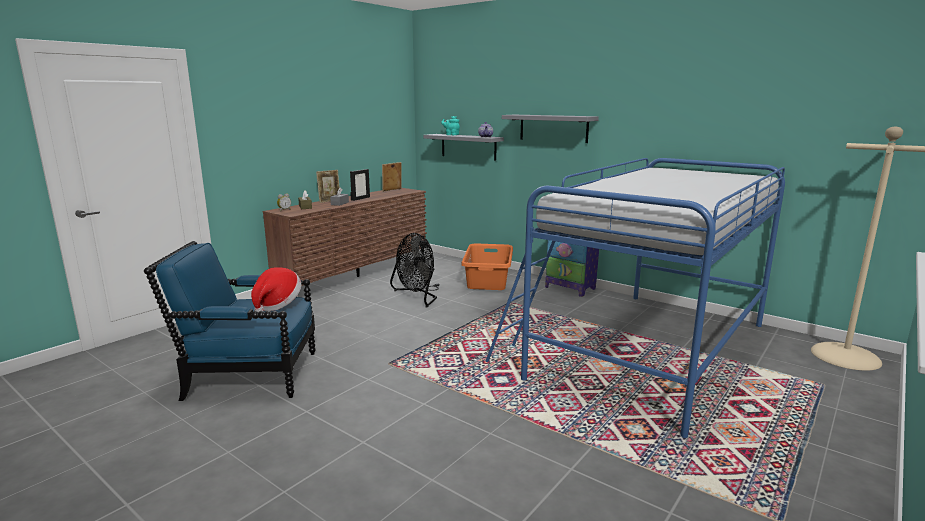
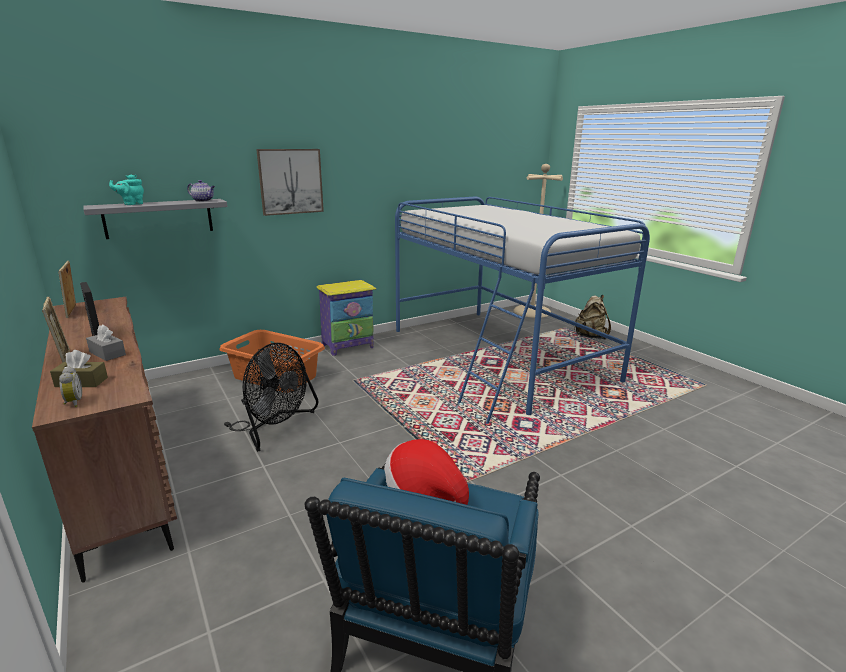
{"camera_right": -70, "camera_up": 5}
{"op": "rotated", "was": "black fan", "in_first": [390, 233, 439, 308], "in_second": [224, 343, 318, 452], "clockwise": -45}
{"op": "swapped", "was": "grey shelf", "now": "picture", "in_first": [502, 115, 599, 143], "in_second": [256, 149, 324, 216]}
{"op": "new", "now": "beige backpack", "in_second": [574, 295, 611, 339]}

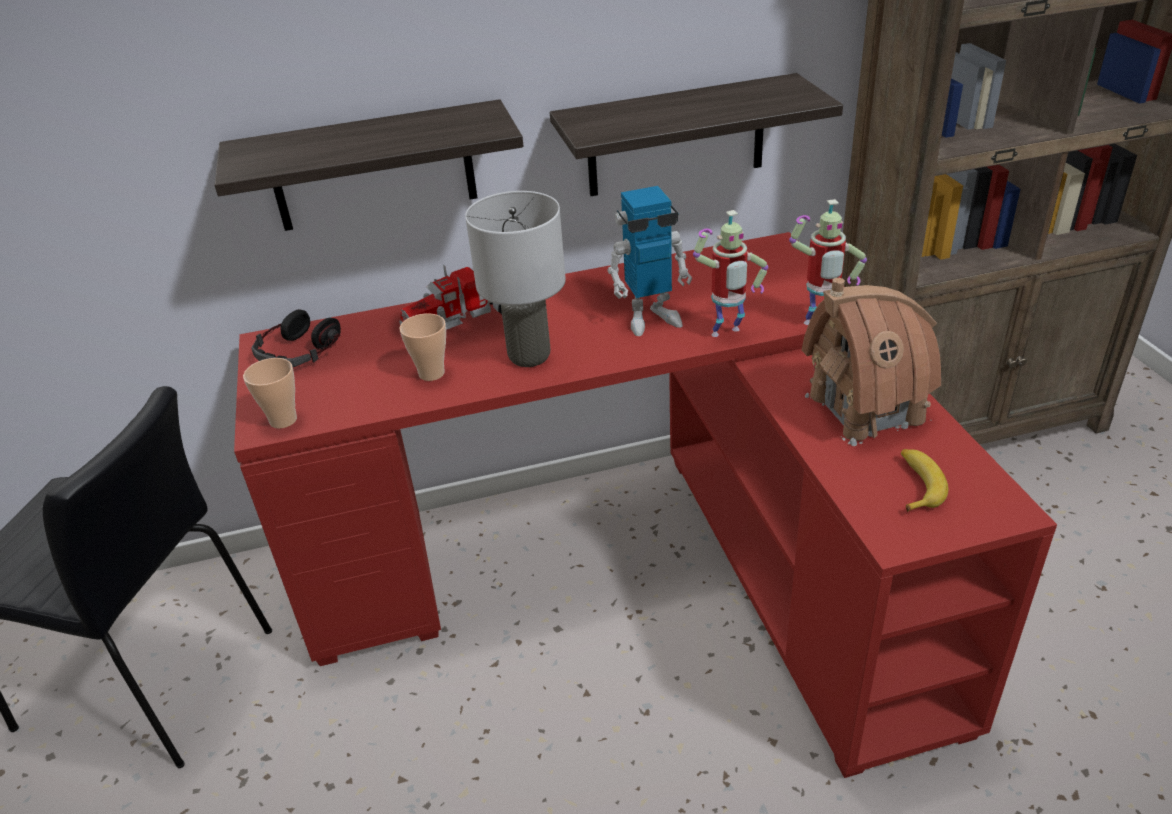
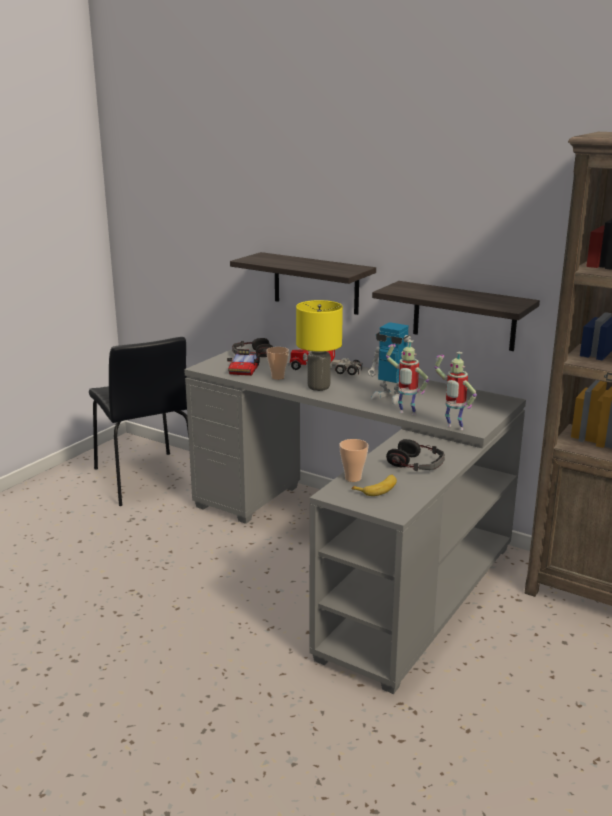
{"camera_right": 45, "camera_up": -15}
{"op": "repainted", "was": "red desk", "now": "grey desk", "in_first": [234, 232, 1057, 778], "in_second": [184, 344, 526, 694]}
{"op": "new", "now": "toy car", "in_second": [227, 349, 260, 376]}
{"op": "repainted", "was": "white table lamp", "now": "yellow table lamp", "in_first": [465, 191, 566, 367], "in_second": [296, 300, 343, 391]}
{"op": "shifted", "was": "cup", "in_first": [243, 358, 297, 429], "in_second": [339, 439, 368, 482]}
{"op": "swapped", "was": "toy house", "now": "headphones", "in_first": [801, 278, 941, 446], "in_second": [386, 439, 445, 472]}

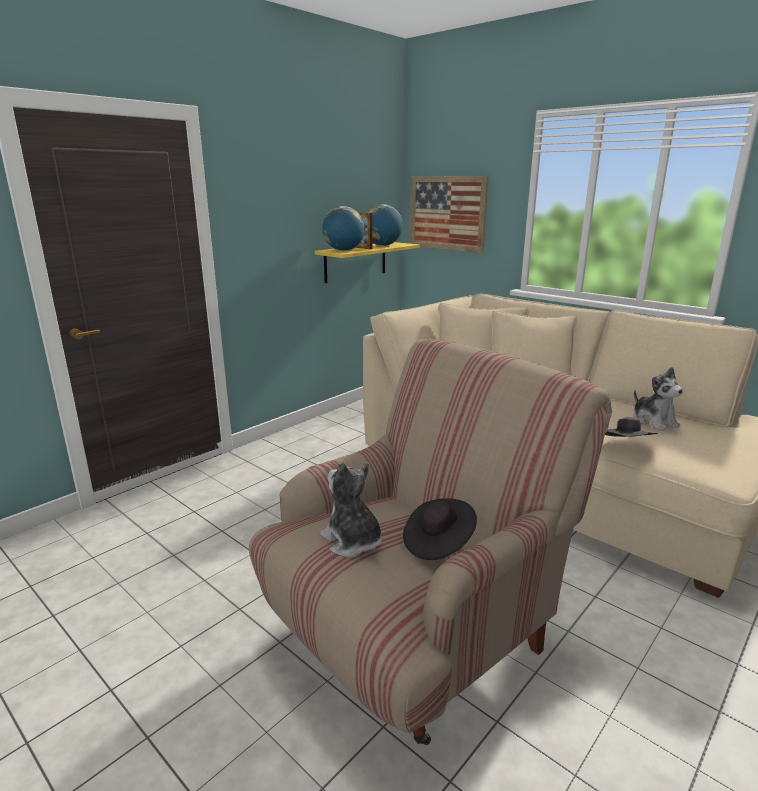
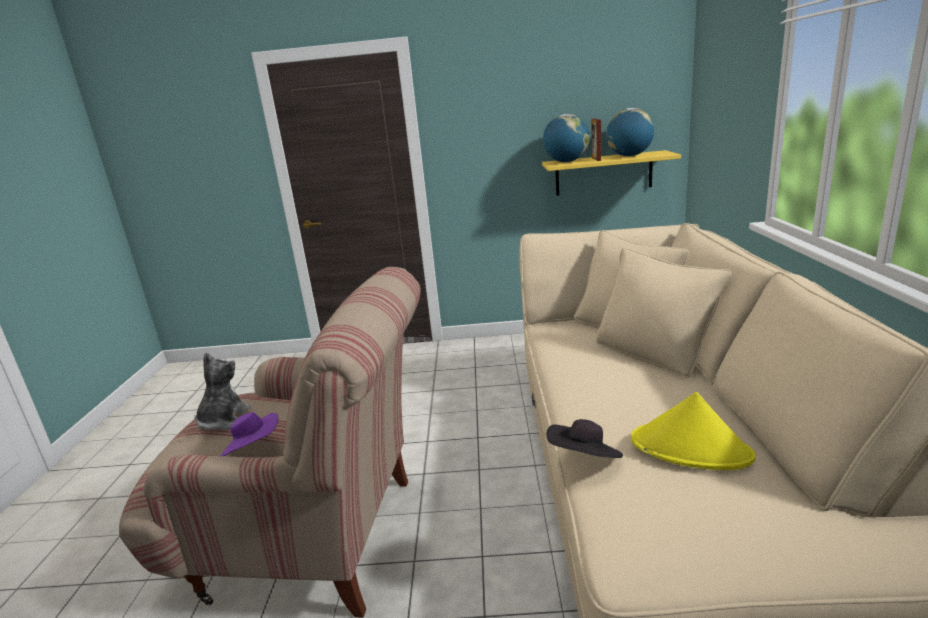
{"camera_right": 50, "camera_up": 0}
{"op": "repainted", "was": "black hat", "now": "purple hat", "in_first": [403, 498, 477, 560], "in_second": [220, 412, 278, 456]}
{"op": "swapped", "was": "plush toy", "now": "yellow hat", "in_first": [633, 367, 683, 431], "in_second": [631, 392, 756, 470]}
{"op": "gone", "was": "picture", "in_first": [410, 176, 488, 253]}

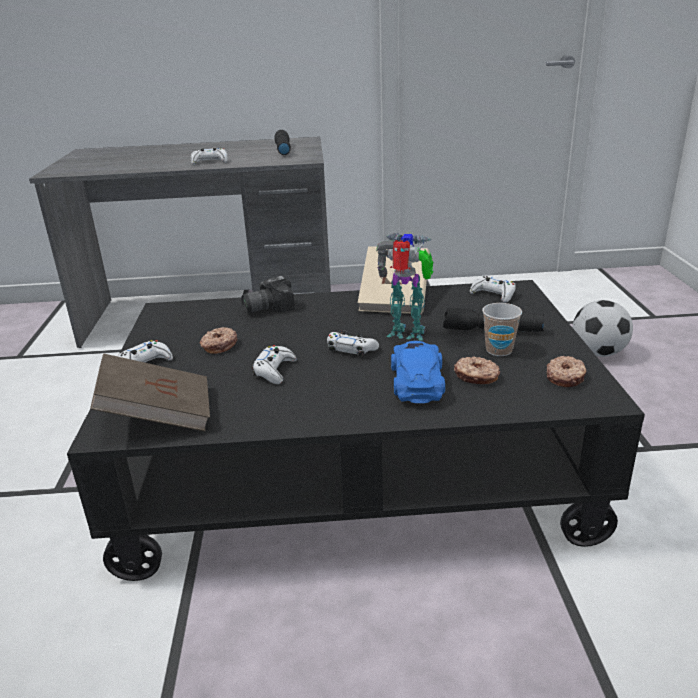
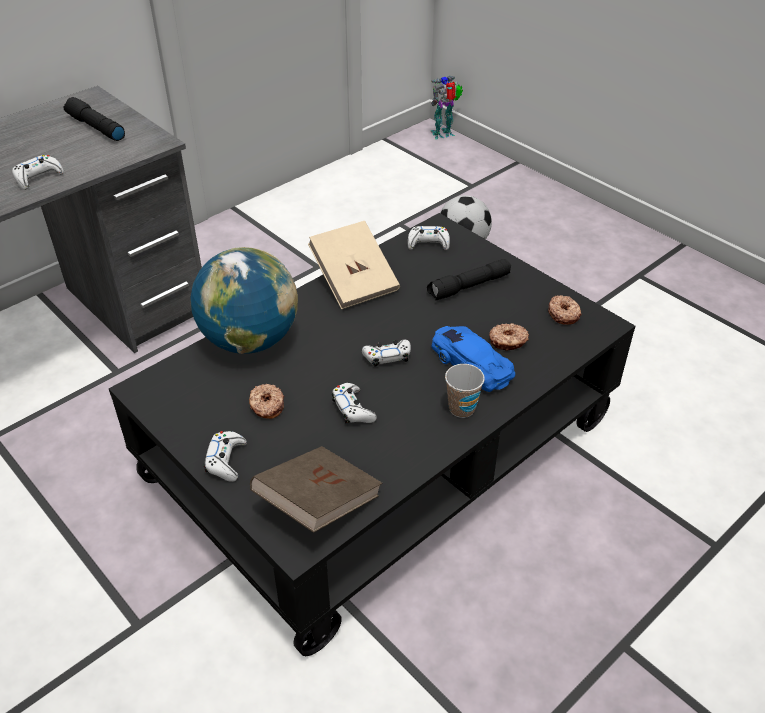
{"camera_right": -40, "camera_up": 15}
{"op": "swapped", "was": "photo camera", "now": "globe", "in_first": [241, 276, 295, 313], "in_second": [190, 247, 298, 354]}
{"op": "shifted", "was": "toy robot", "in_first": [376, 233, 434, 341], "in_second": [431, 76, 463, 139]}
{"op": "shifted", "was": "cup", "in_first": [482, 303, 522, 356], "in_second": [445, 364, 485, 418]}

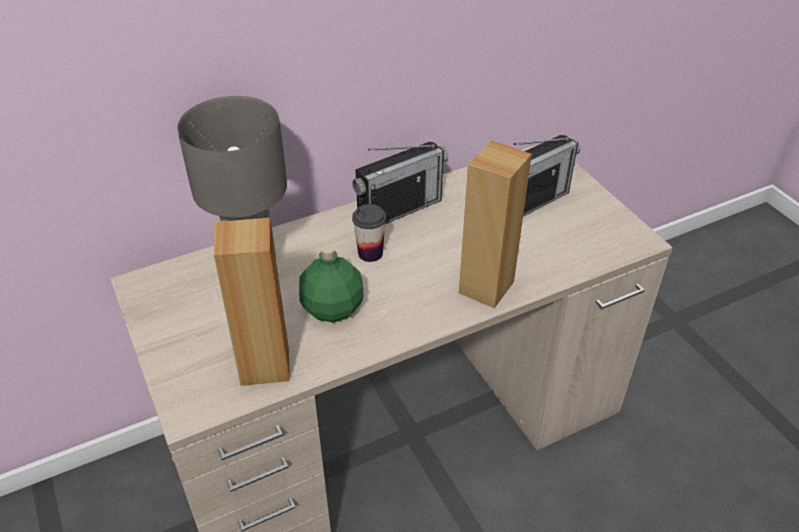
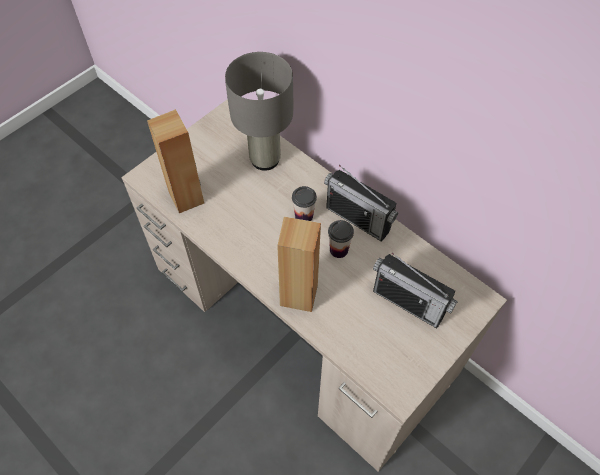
{"camera_right": 70, "camera_up": 15}
{"op": "new", "now": "cup", "in_second": [328, 220, 354, 258]}
{"op": "gone", "was": "green bottle", "in_first": [299, 244, 364, 323]}

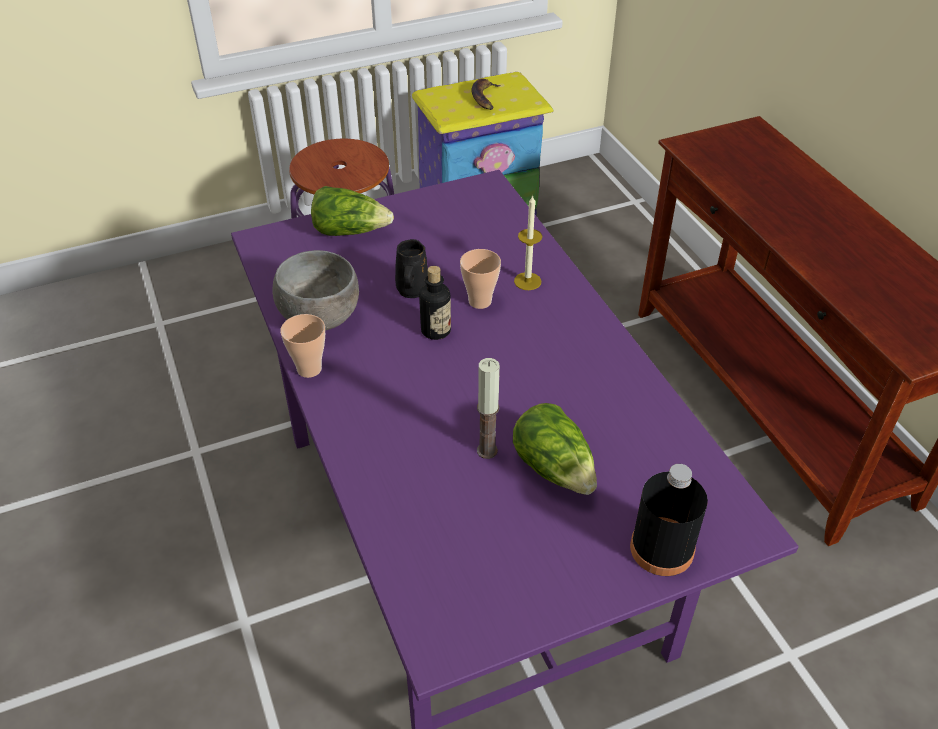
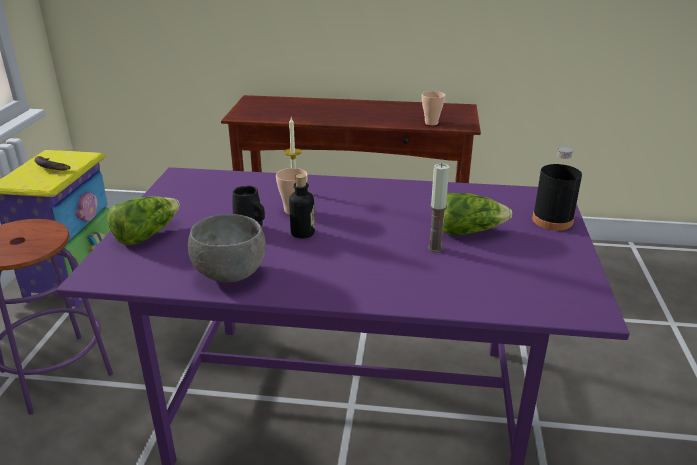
{"camera_right": -60, "camera_up": -15}
{"op": "shifted", "was": "cup", "in_first": [280, 314, 325, 378], "in_second": [422, 91, 445, 125]}

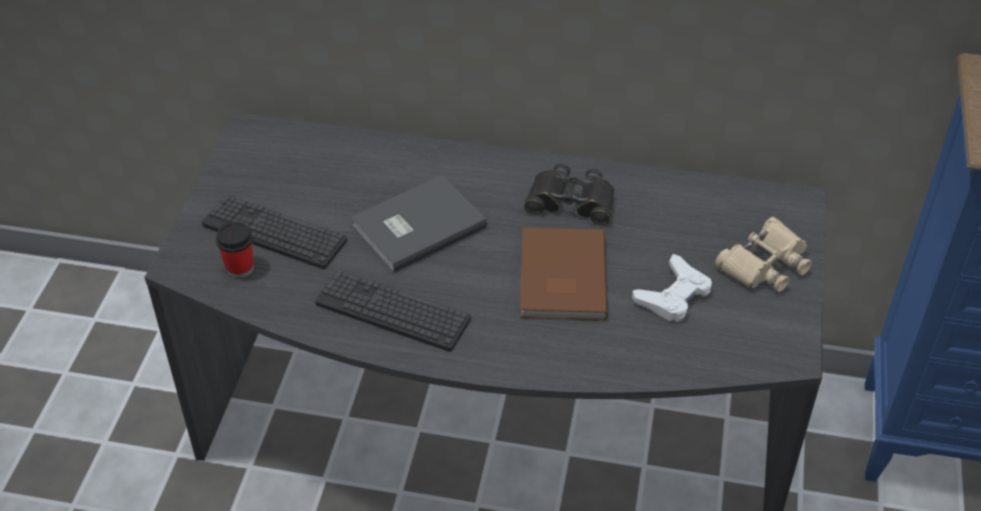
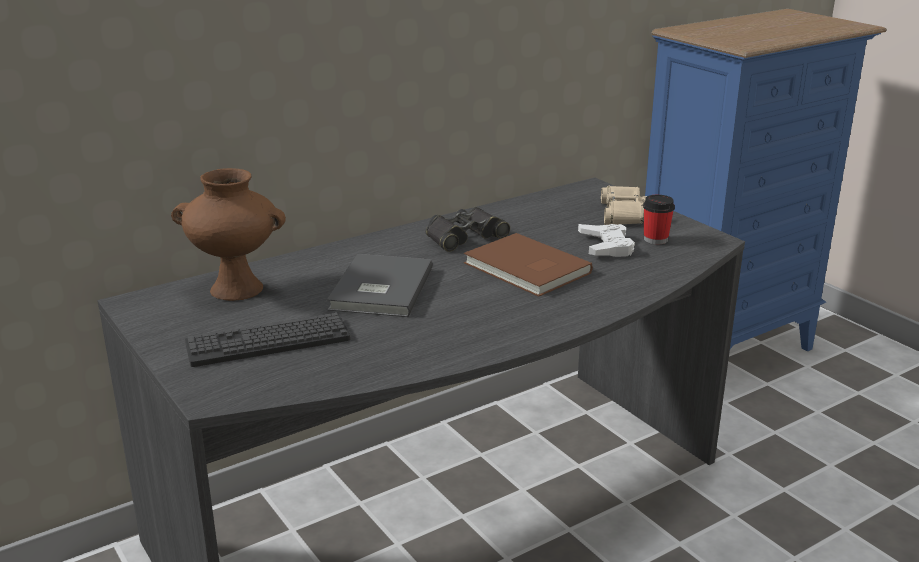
{"camera_right": -45, "camera_up": -20}
{"op": "new", "now": "brown vase", "in_second": [171, 168, 286, 301]}
{"op": "shifted", "was": "cup", "in_first": [216, 222, 254, 278], "in_second": [643, 195, 675, 244]}
{"op": "gone", "was": "keyboard", "in_first": [315, 270, 471, 352]}

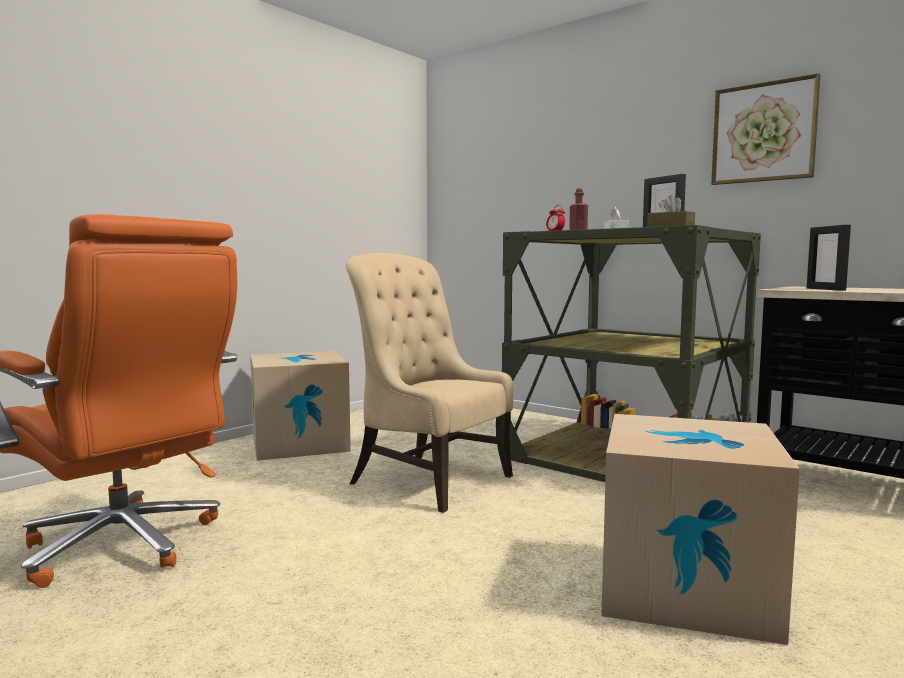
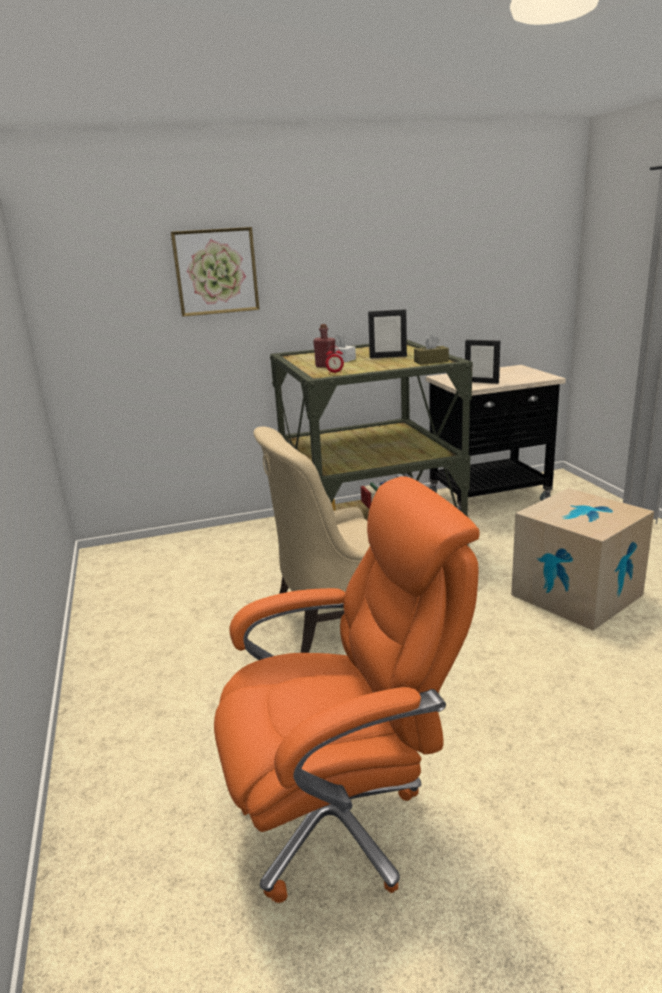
{"camera_right": -55, "camera_up": 15}
{"op": "shifted", "was": "picture", "in_first": [711, 73, 820, 185], "in_second": [171, 227, 260, 317]}
{"op": "gone", "was": "cardboard box", "in_first": [250, 351, 351, 461]}

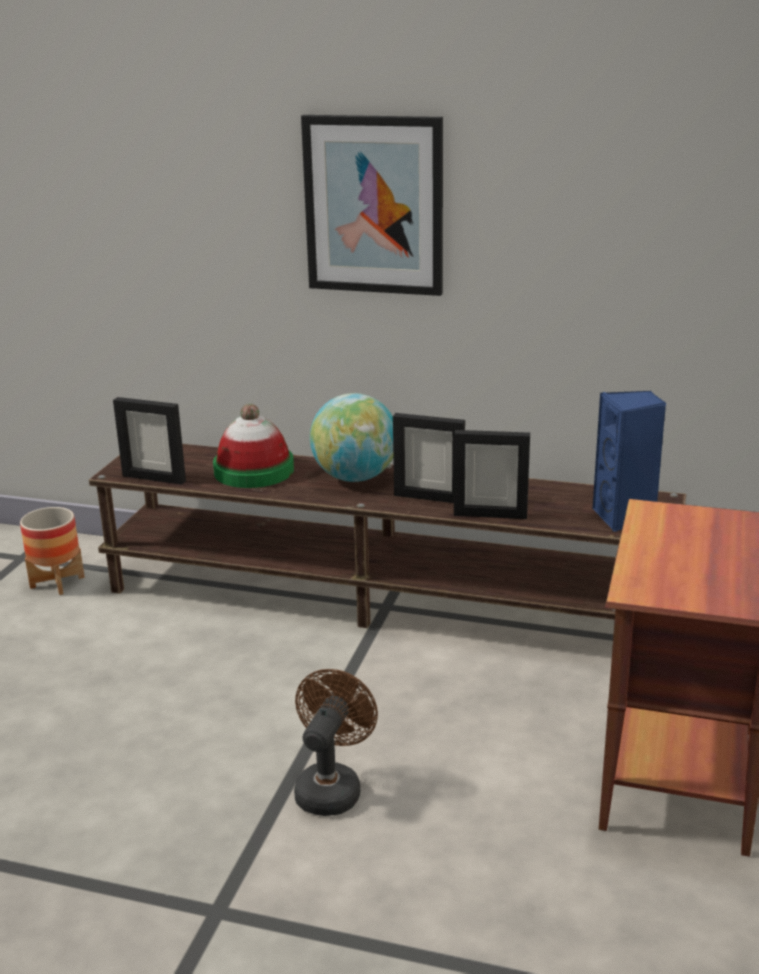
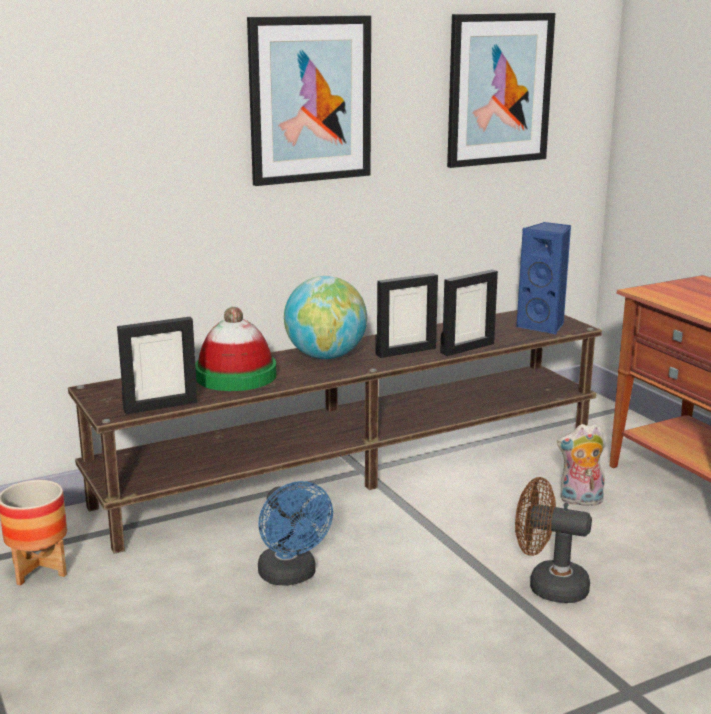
{"camera_right": -45, "camera_up": -5}
{"op": "new", "now": "blue fan", "in_second": [258, 481, 333, 586]}
{"op": "new", "now": "picture", "in_second": [447, 13, 555, 168]}
{"op": "rotated", "was": "brown fan", "in_first": [294, 669, 378, 816], "in_second": [515, 477, 592, 603], "clockwise": -45}
{"op": "new", "now": "plush toy", "in_second": [557, 423, 606, 506]}

